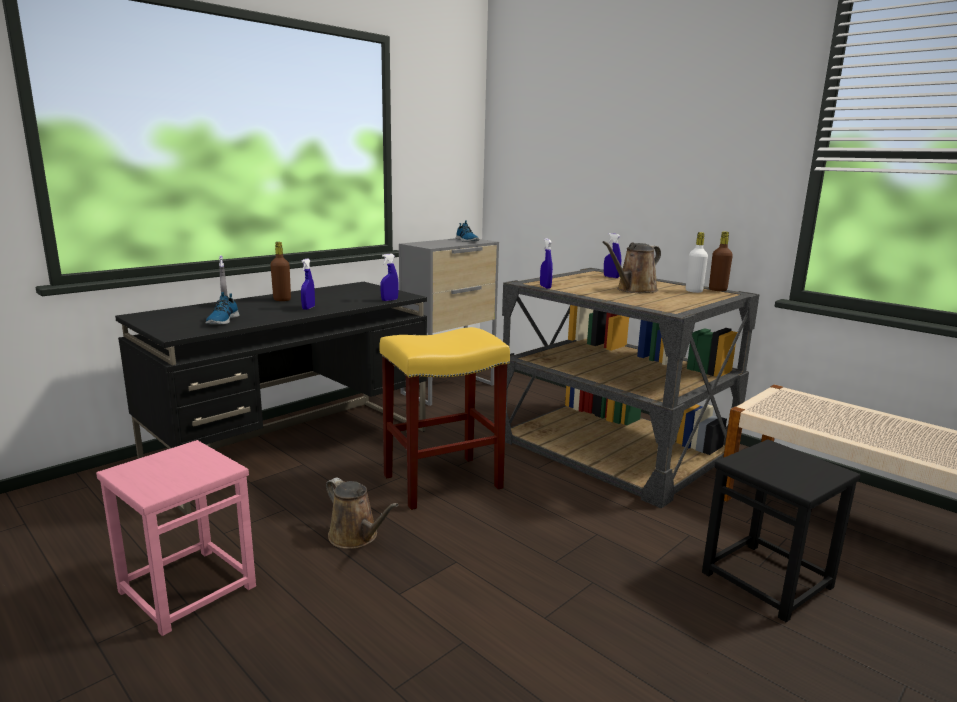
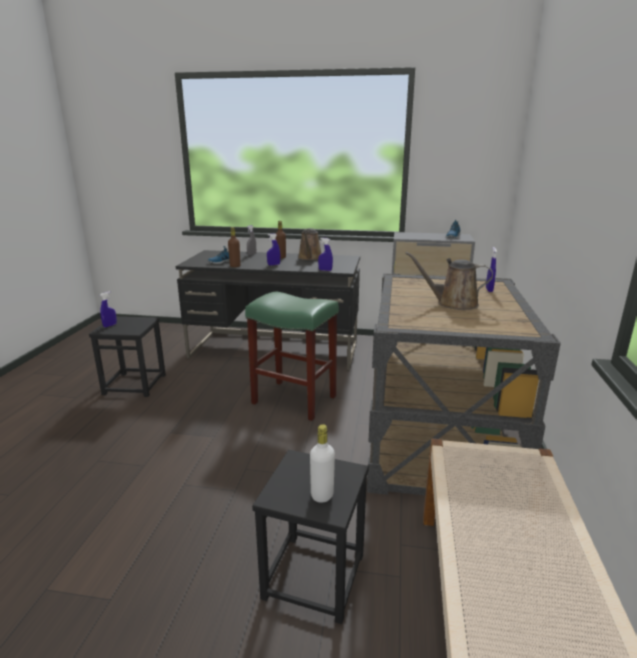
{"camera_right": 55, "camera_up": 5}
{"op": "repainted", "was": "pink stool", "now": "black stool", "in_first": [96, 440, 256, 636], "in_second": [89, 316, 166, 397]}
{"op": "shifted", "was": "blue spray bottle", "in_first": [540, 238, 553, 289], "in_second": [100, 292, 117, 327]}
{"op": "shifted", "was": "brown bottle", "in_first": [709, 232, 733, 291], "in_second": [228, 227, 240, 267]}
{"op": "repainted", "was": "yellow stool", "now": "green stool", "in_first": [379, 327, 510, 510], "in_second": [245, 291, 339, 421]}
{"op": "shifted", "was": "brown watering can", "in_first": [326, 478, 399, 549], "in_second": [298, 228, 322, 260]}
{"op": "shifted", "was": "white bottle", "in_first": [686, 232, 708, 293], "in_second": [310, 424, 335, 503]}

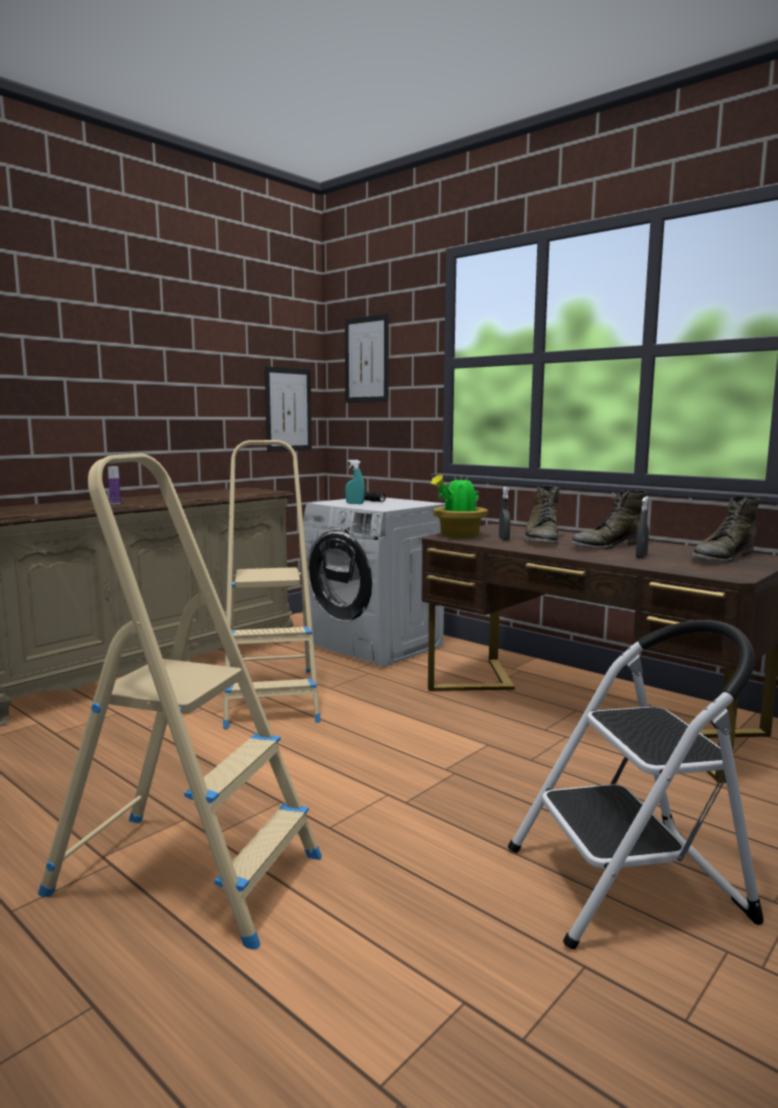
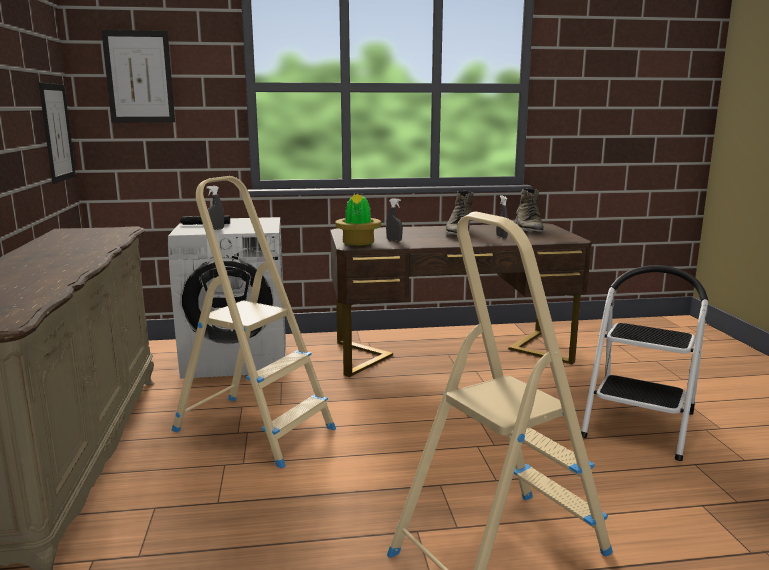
{"camera_right": -50, "camera_up": 5}
{"op": "repainted", "was": "turquoise spray bottle", "now": "grey spray bottle", "in_first": [345, 460, 365, 504], "in_second": [206, 186, 224, 230]}
{"op": "gone", "was": "bottle", "in_first": [108, 467, 121, 504]}
{"op": "gone", "was": "green boot", "in_first": [524, 485, 560, 544]}

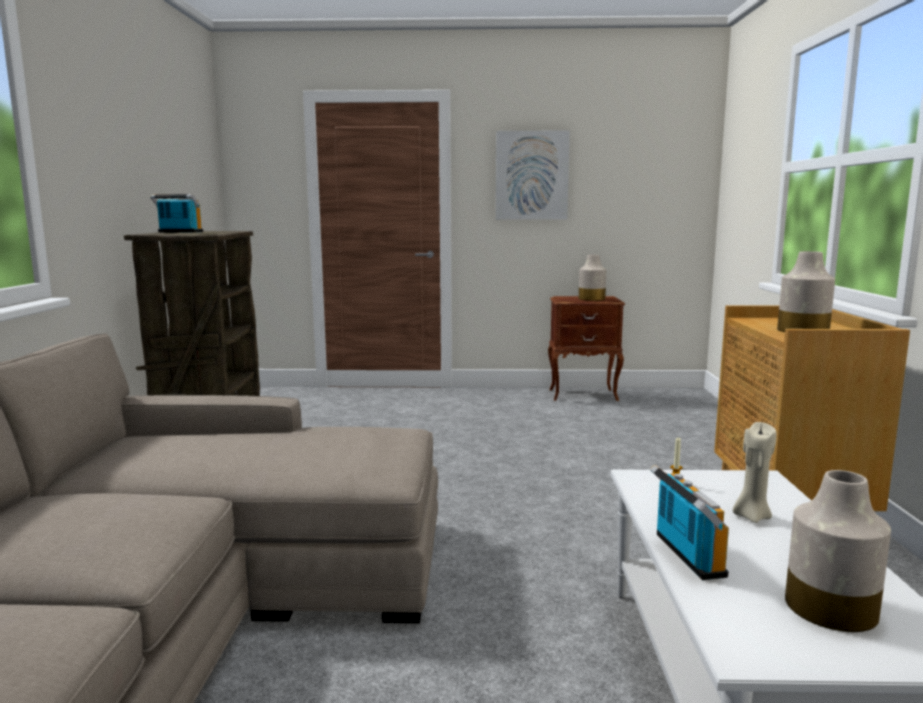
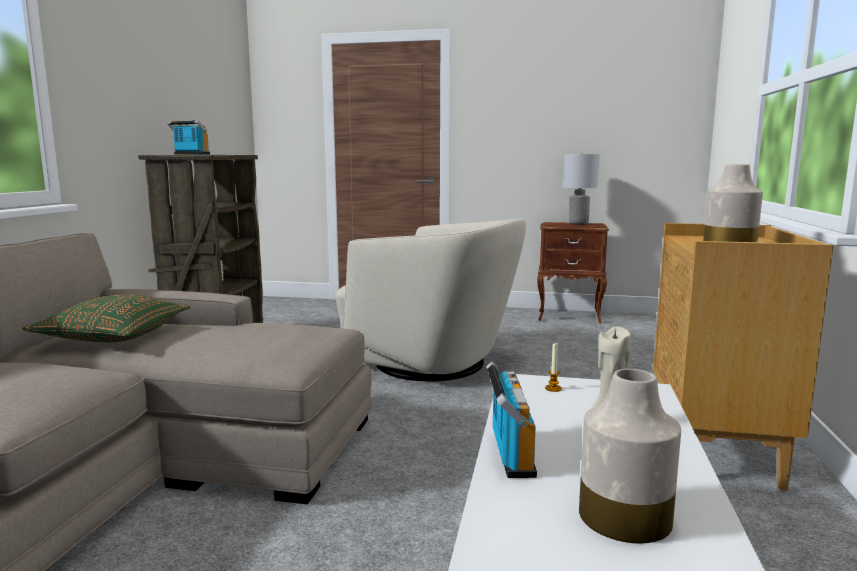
{"camera_right": 10, "camera_up": 0}
{"op": "new", "now": "green pillow", "in_second": [22, 295, 190, 342]}
{"op": "new", "now": "beige armchair", "in_second": [336, 219, 526, 381]}
{"op": "swapped", "was": "beige vase", "now": "grey table lamp", "in_first": [579, 255, 606, 301], "in_second": [563, 153, 599, 225]}
{"op": "gone", "was": "picture", "in_first": [496, 130, 570, 220]}

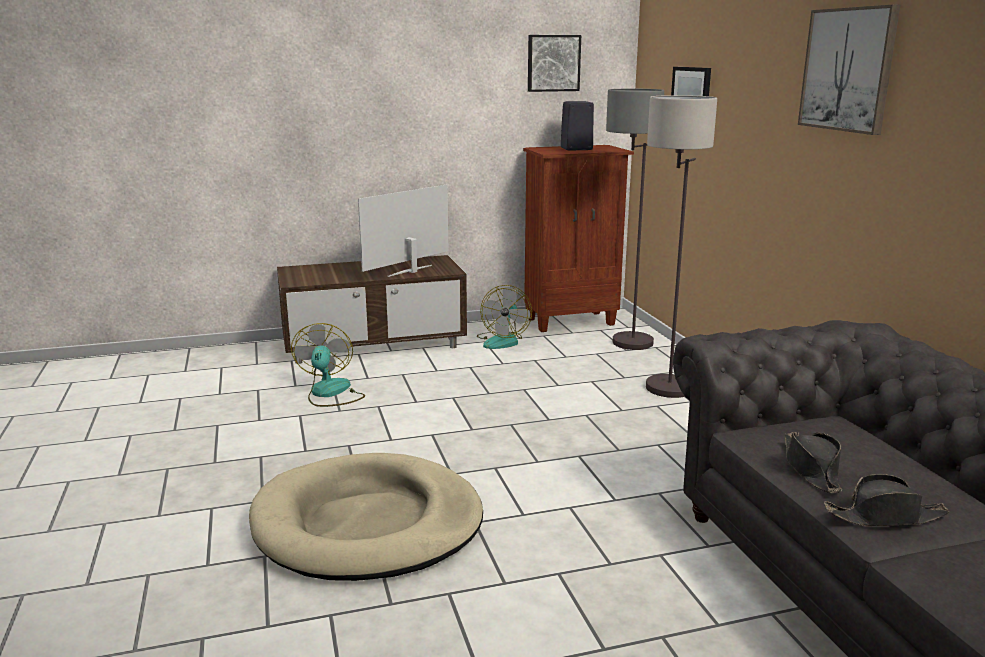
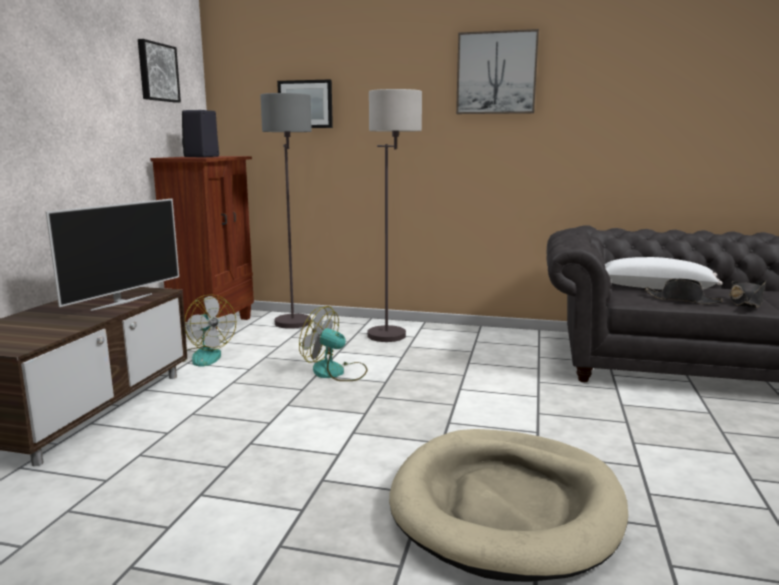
{"camera_right": -60, "camera_up": -5}
{"op": "rotated", "was": "television", "in_first": [358, 184, 449, 277], "in_second": [46, 199, 179, 311], "clockwise": -135}
{"op": "shifted", "was": "fan", "in_first": [291, 323, 365, 407], "in_second": [299, 306, 367, 381]}
{"op": "new", "now": "white pillow", "in_second": [605, 257, 723, 290]}

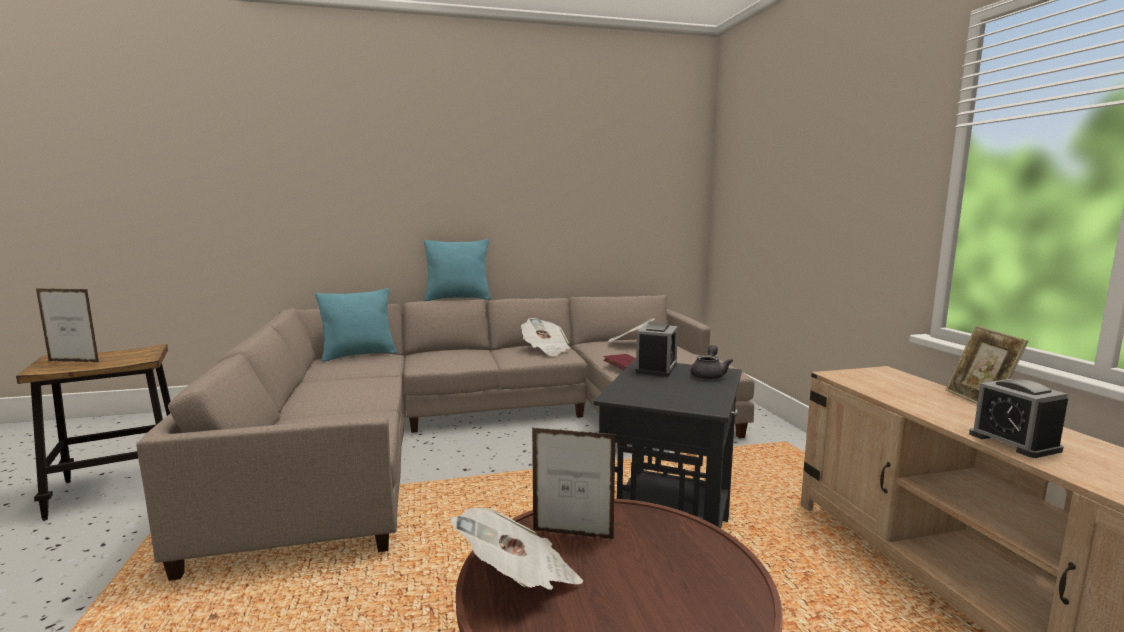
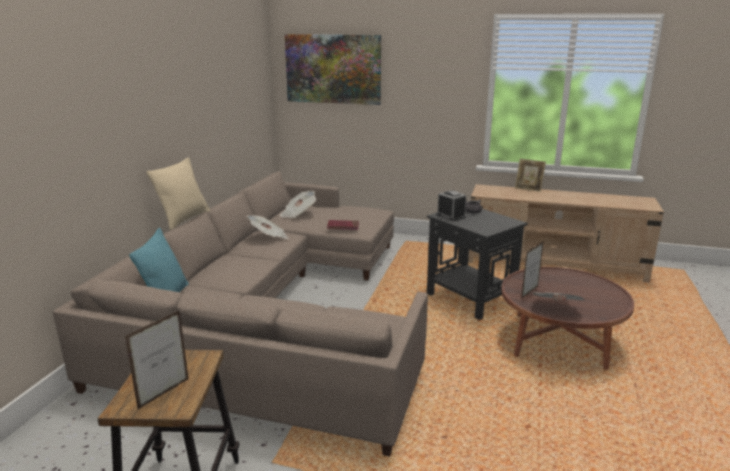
{"camera_right": -60, "camera_up": 10}
{"op": "repainted", "was": "turquoise pillow", "now": "beige pillow", "in_first": [424, 239, 491, 301], "in_second": [146, 157, 210, 230]}
{"op": "new", "now": "picture", "in_second": [285, 34, 381, 105]}
{"op": "gone", "was": "alarm clock", "in_first": [969, 379, 1068, 458]}

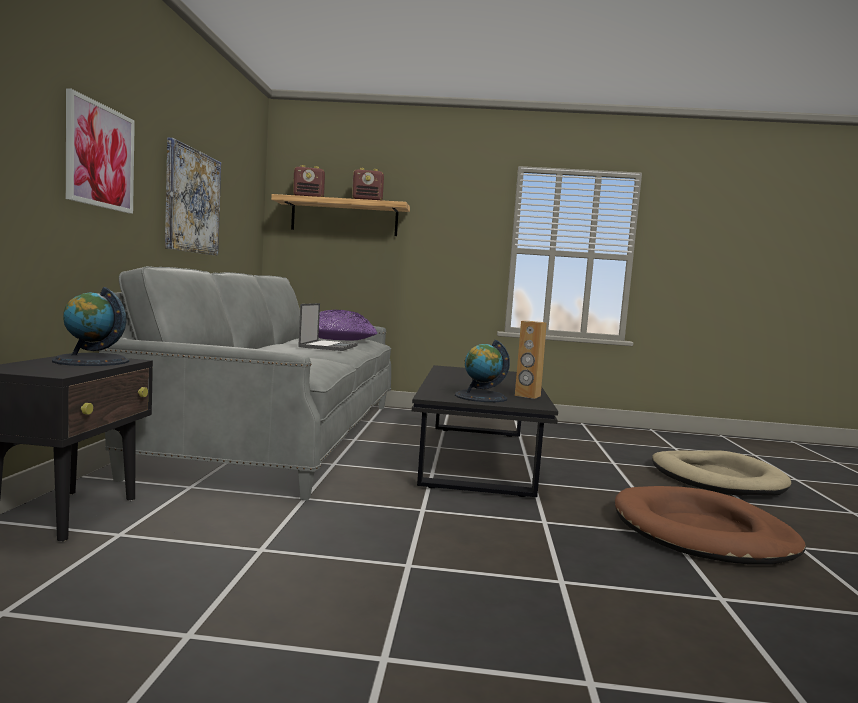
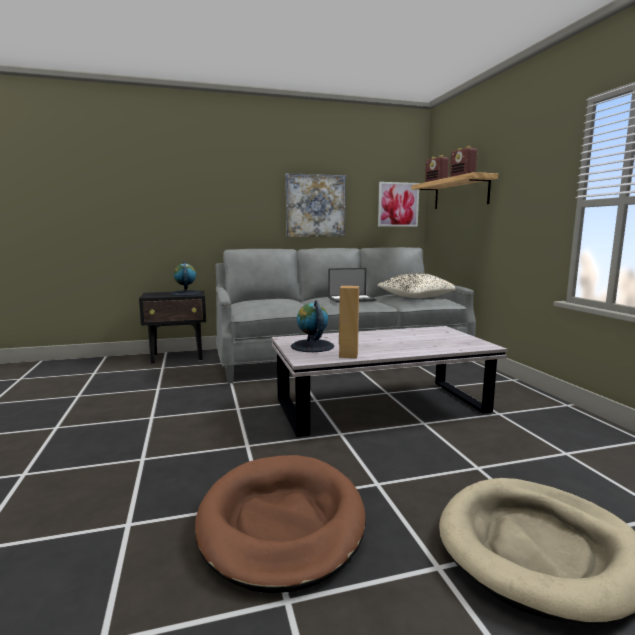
{"camera_right": 70, "camera_up": 5}
{"op": "repainted", "was": "black coffee table", "now": "white coffee table", "in_first": [412, 365, 558, 497], "in_second": [272, 326, 508, 437]}
{"op": "repainted", "was": "purple pillow", "now": "beige pillow", "in_first": [318, 310, 377, 340], "in_second": [377, 273, 456, 298]}
{"op": "shifted", "was": "picture", "in_first": [66, 88, 135, 214], "in_second": [378, 182, 420, 227]}

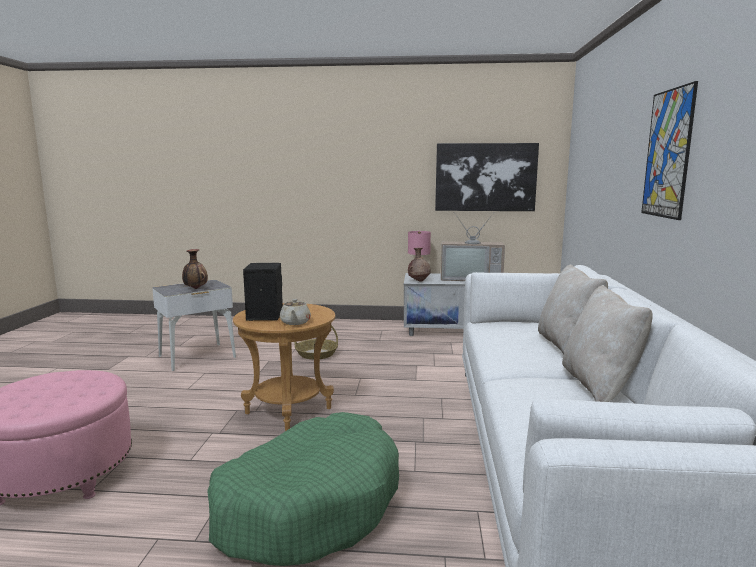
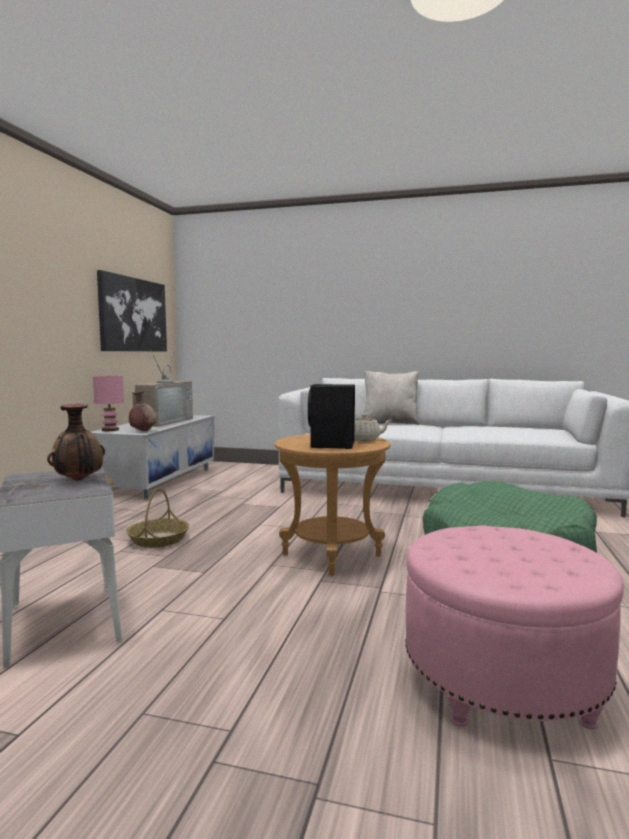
{"camera_right": -80, "camera_up": -5}
{"op": "gone", "was": "beige pillow", "in_first": [562, 285, 653, 402]}
{"op": "gone", "was": "picture", "in_first": [641, 81, 698, 220]}

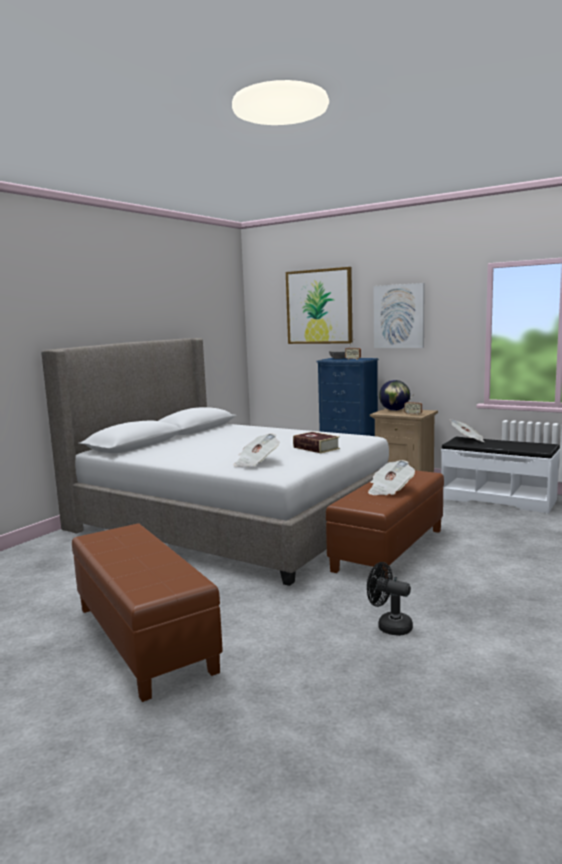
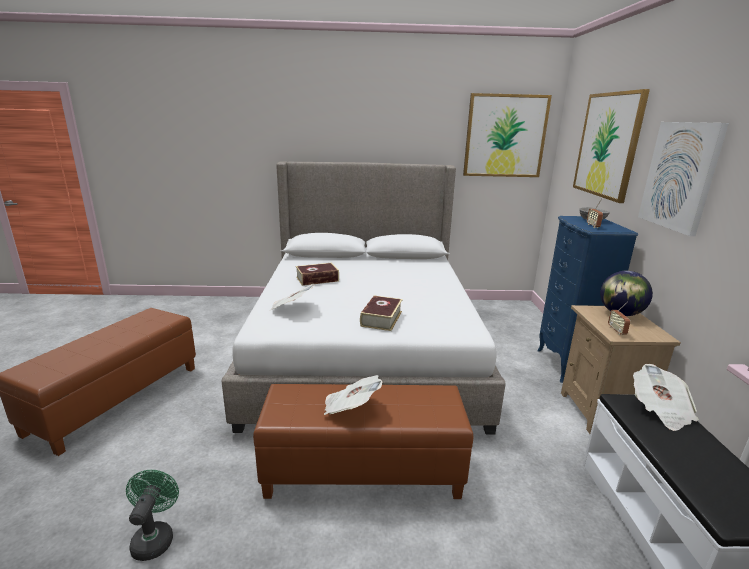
{"camera_right": 55, "camera_up": 10}
{"op": "repainted", "was": "black fan", "now": "green fan", "in_first": [367, 562, 413, 636], "in_second": [126, 470, 179, 561]}
{"op": "new", "now": "book", "in_second": [296, 263, 339, 286]}
{"op": "new", "now": "picture", "in_second": [463, 93, 552, 177]}

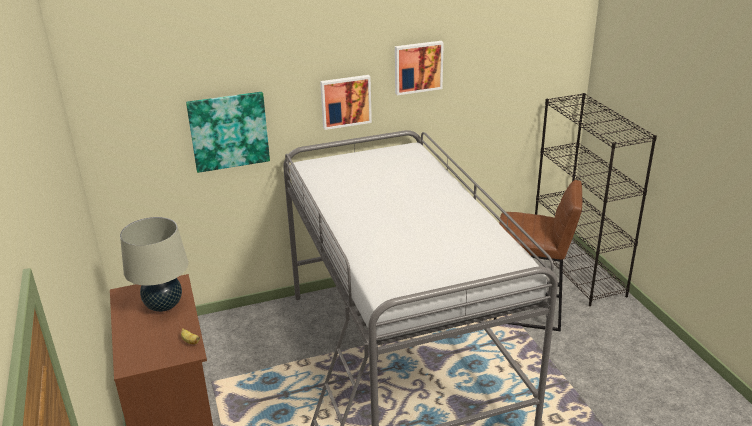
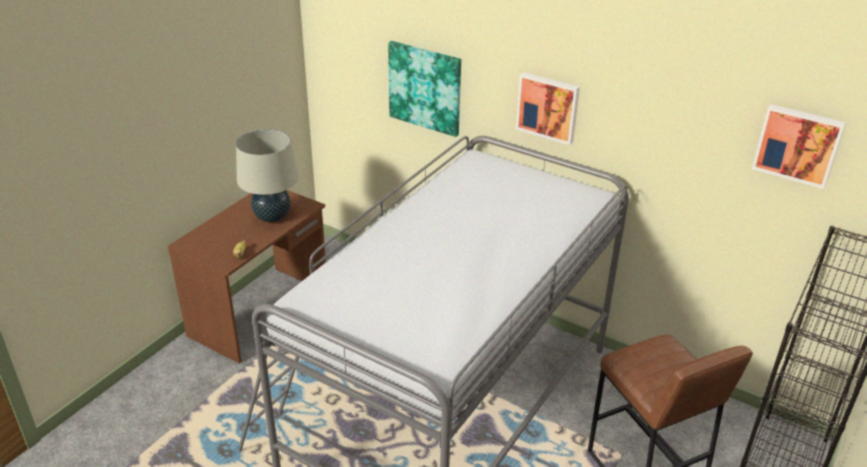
{"camera_right": 50, "camera_up": 5}
{"op": "shifted", "was": "picture", "in_first": [395, 41, 444, 95], "in_second": [752, 104, 846, 189]}

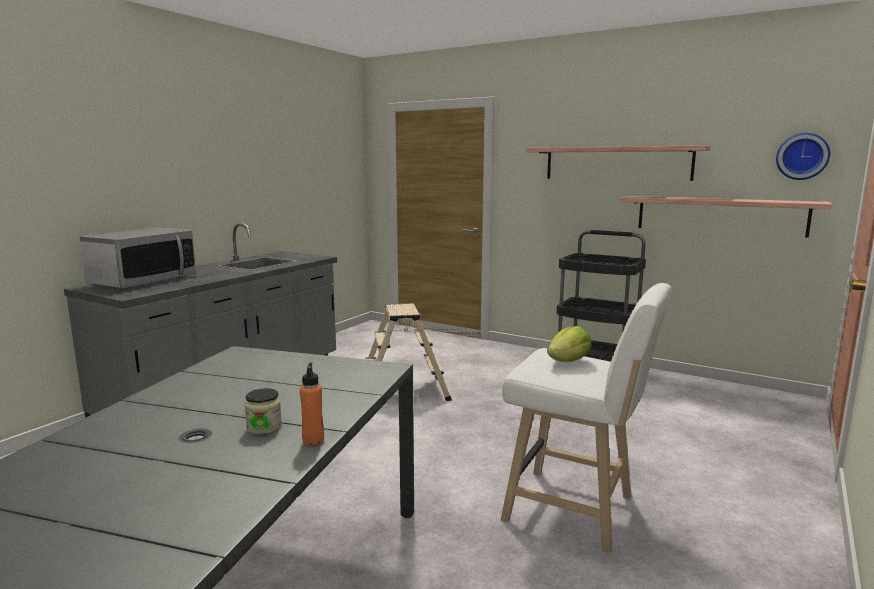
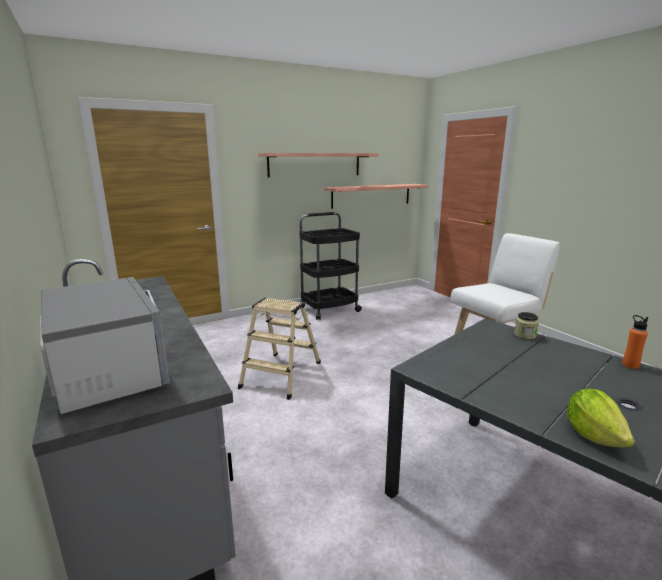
{"camera_right": -60, "camera_up": 5}
{"op": "shifted", "was": "jar", "in_first": [245, 388, 282, 435], "in_second": [514, 312, 539, 339]}
{"op": "shifted", "was": "lettuce", "in_first": [547, 326, 591, 362], "in_second": [567, 389, 635, 448]}
{"op": "gone", "was": "wall clock", "in_first": [776, 133, 830, 180]}

